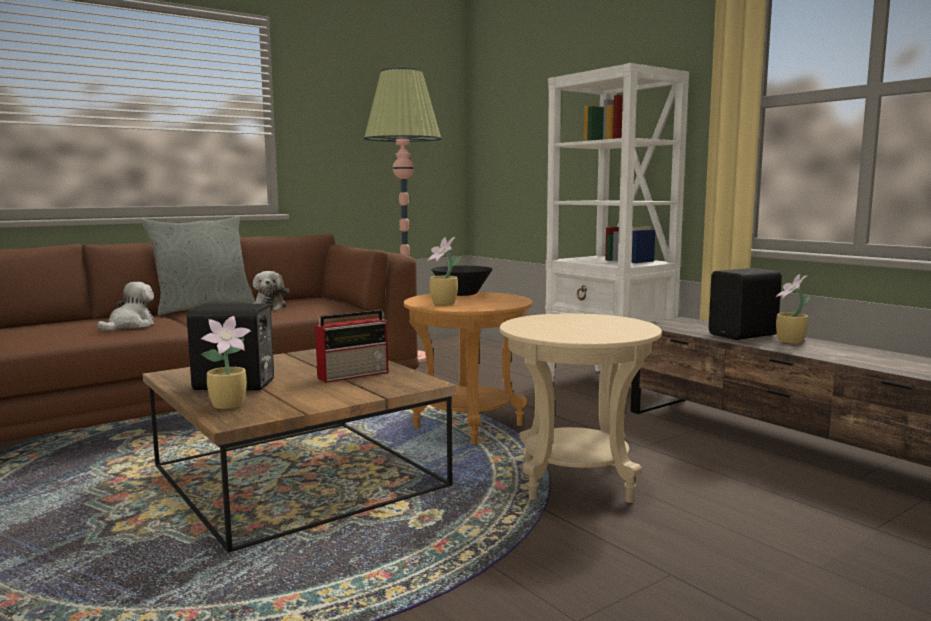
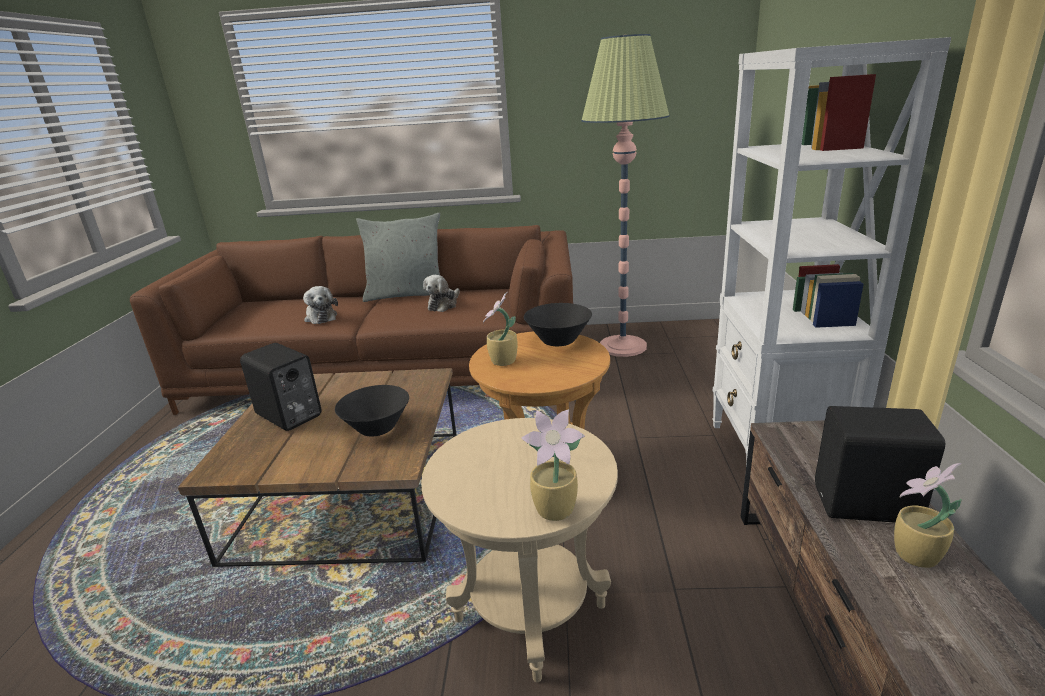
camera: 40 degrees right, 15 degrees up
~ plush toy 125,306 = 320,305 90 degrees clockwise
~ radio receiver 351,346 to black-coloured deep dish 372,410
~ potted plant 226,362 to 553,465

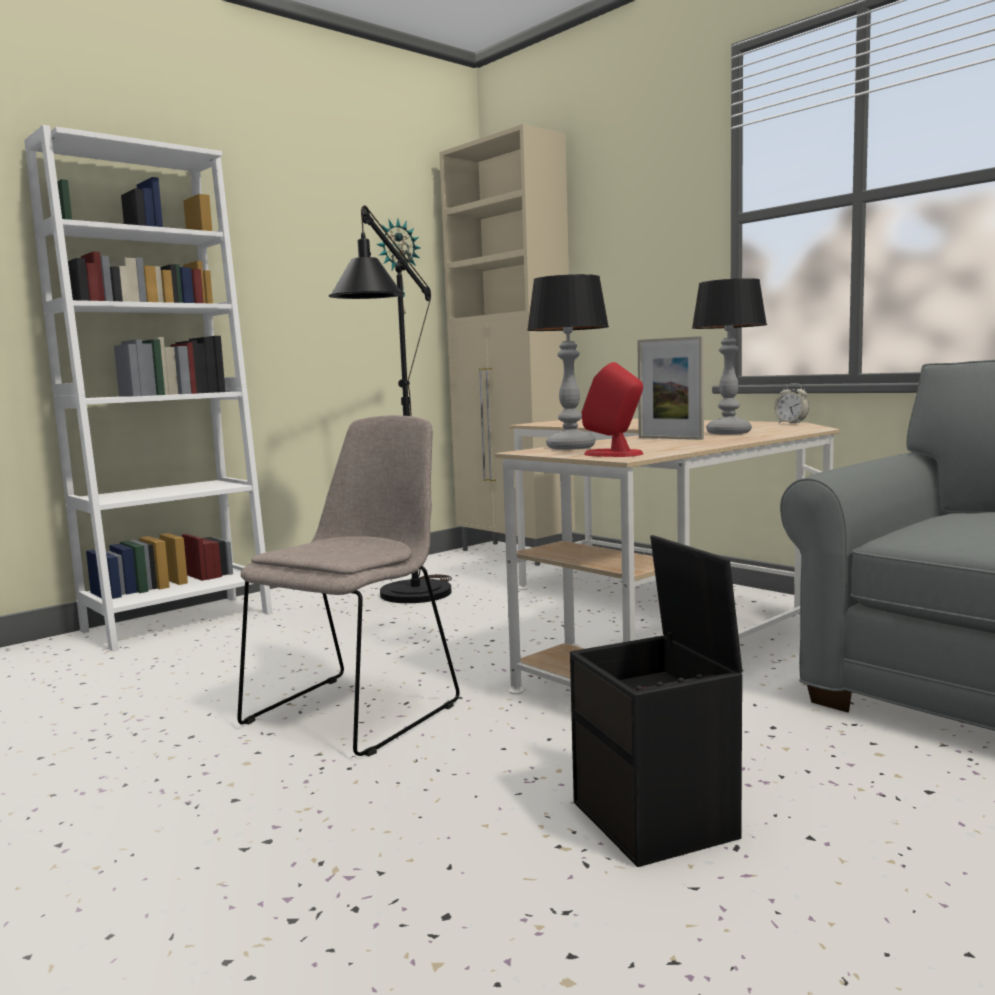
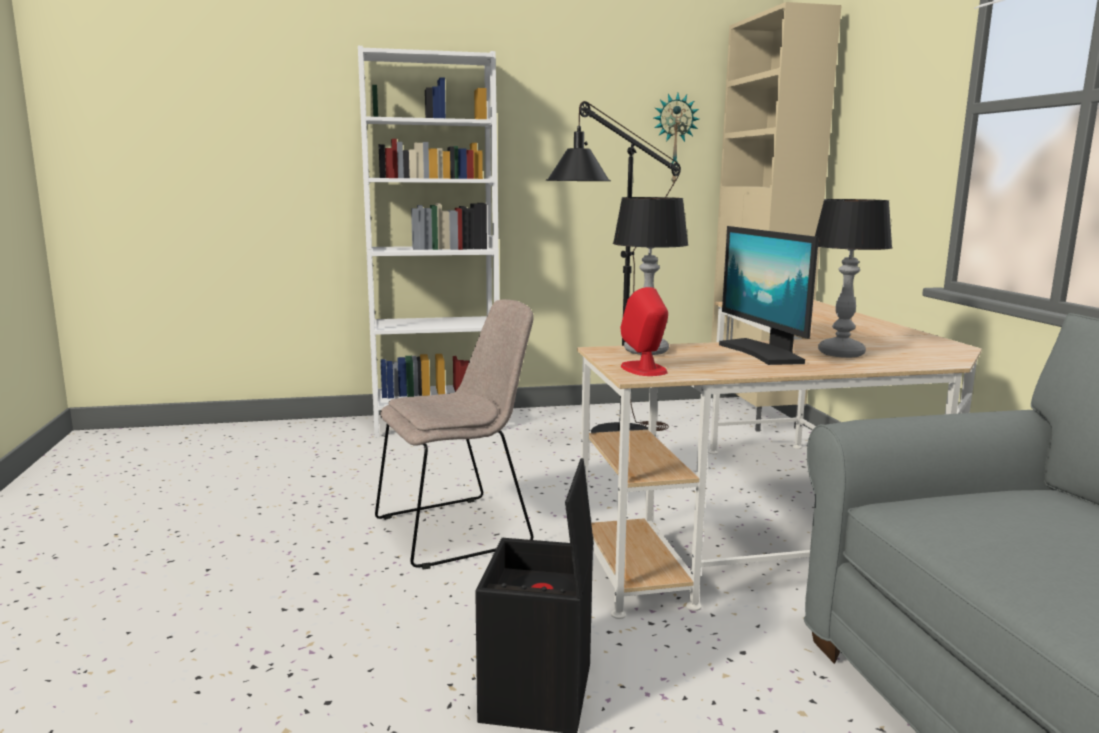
camera: 30 degrees right, 5 degrees up
~ standing frame 670,388 to monitor 769,295
- alarm clock 791,403

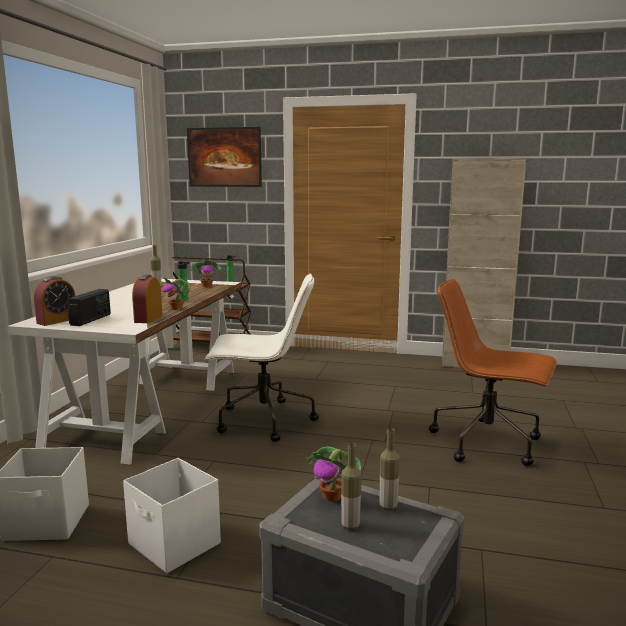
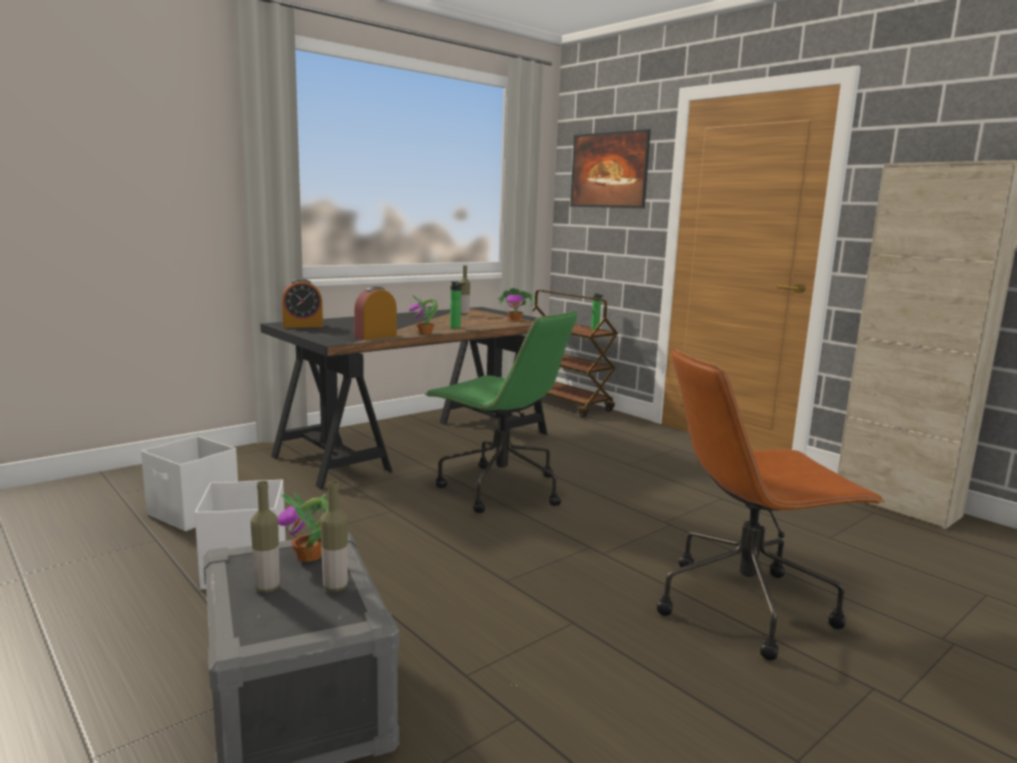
camera: 35 degrees right, 0 degrees up
~ white desk 124,372 to black-coloured desk 404,398
~ white office chair 262,358 to greenish office chair 500,411
~ brown-coloured office chair 493,372 = 771,504 75 degrees counterclockwise
- radio receiver 89,307

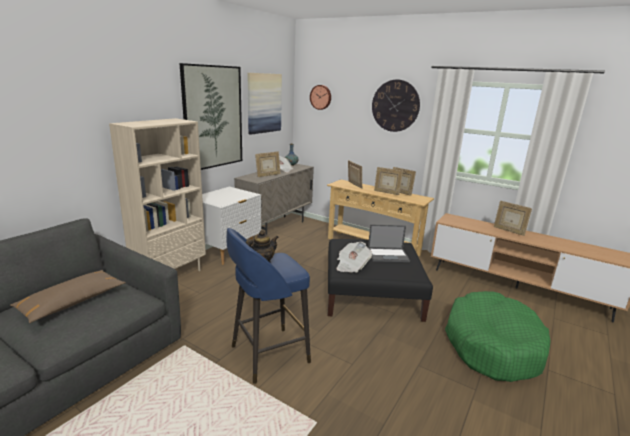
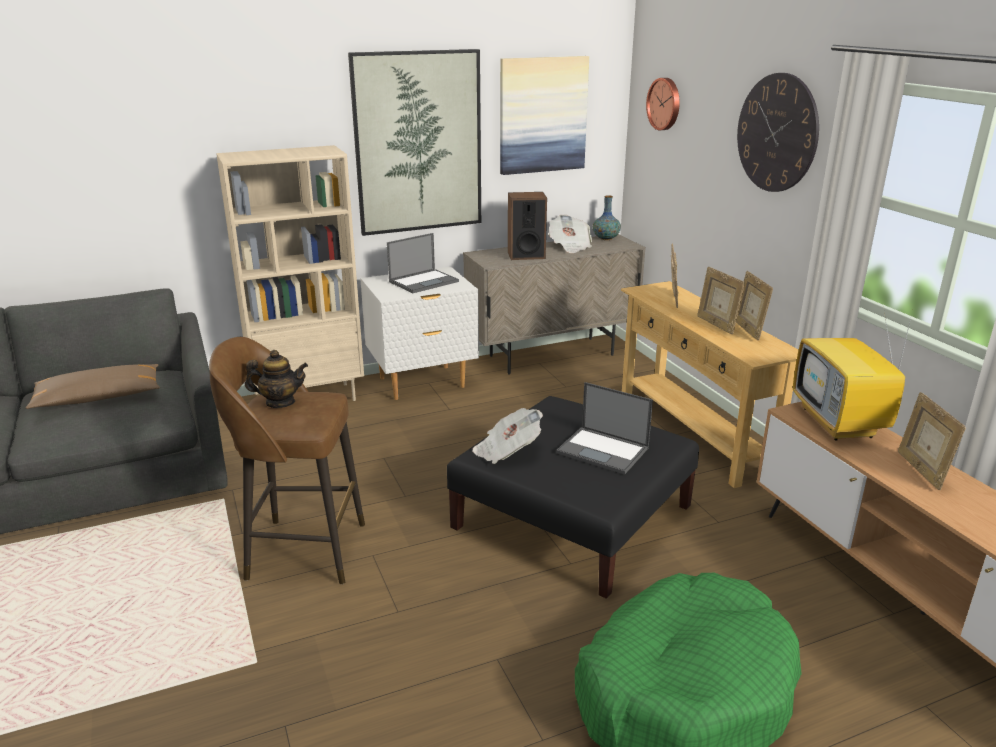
camera: 35 degrees right, 5 degrees up
~ bluish stool 268,306 to brown-coloured stool 287,460
+ notebook computer 423,263
~ standing frame 268,164 to loudspeaker 527,226
+ television 853,375

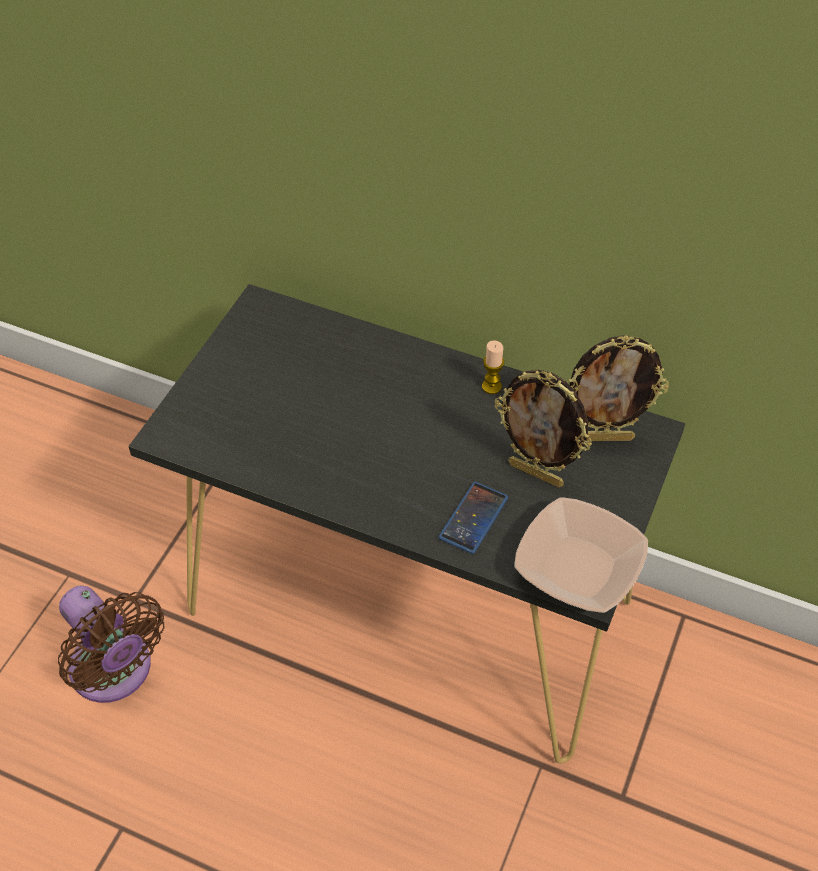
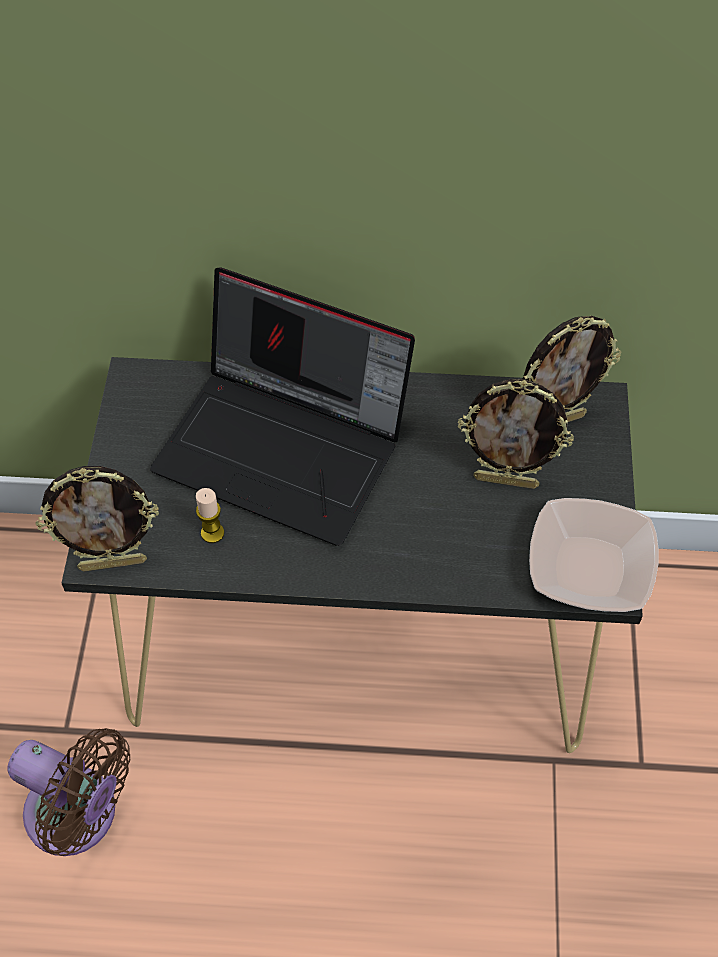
camera: 20 degrees left, 5 degrees up
+ standing frame 97,519
+ notebook computer 282,406
~ wax candle 493,367 to 210,515
- handset 473,518

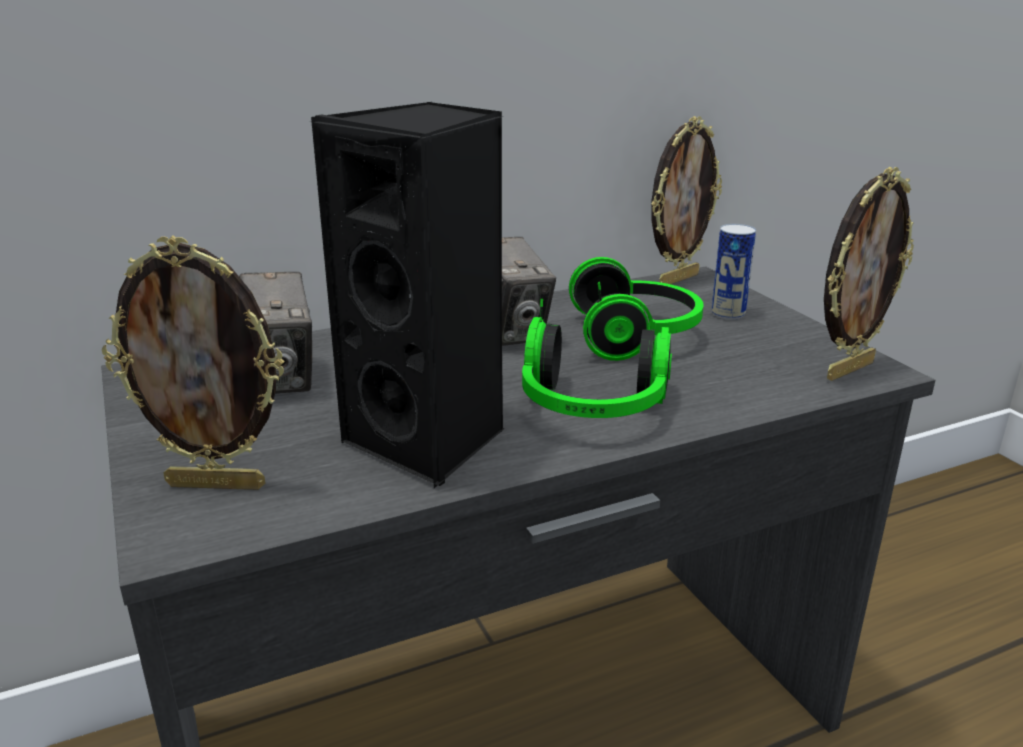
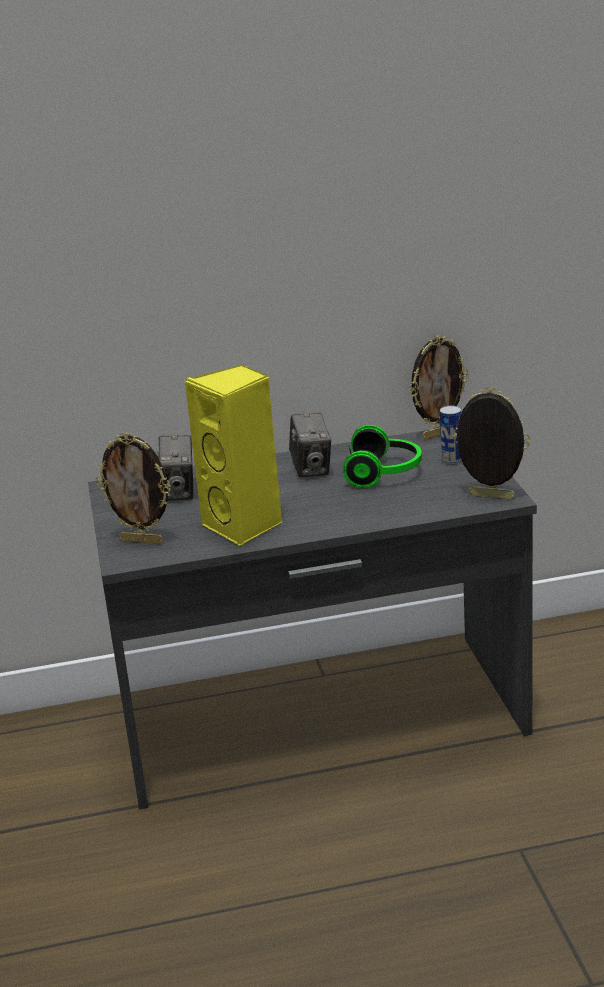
camera: 15 degrees right, 0 degrees up
~ black-coloured loudspeaker 408,295 to yellow loudspeaker 233,456
~ standing frame 869,274 = 491,443 135 degrees counterclockwise
- pair of headphones 597,358

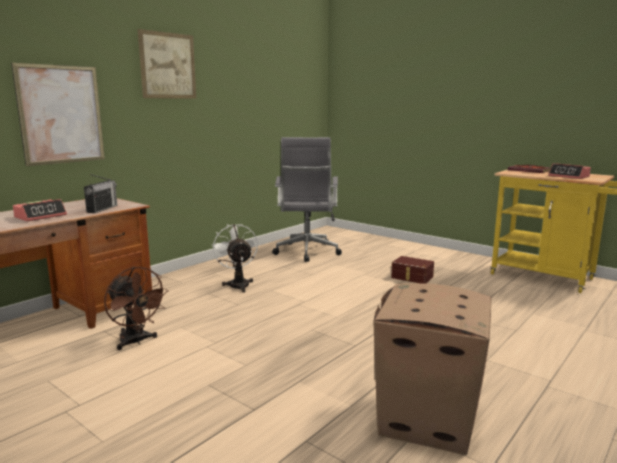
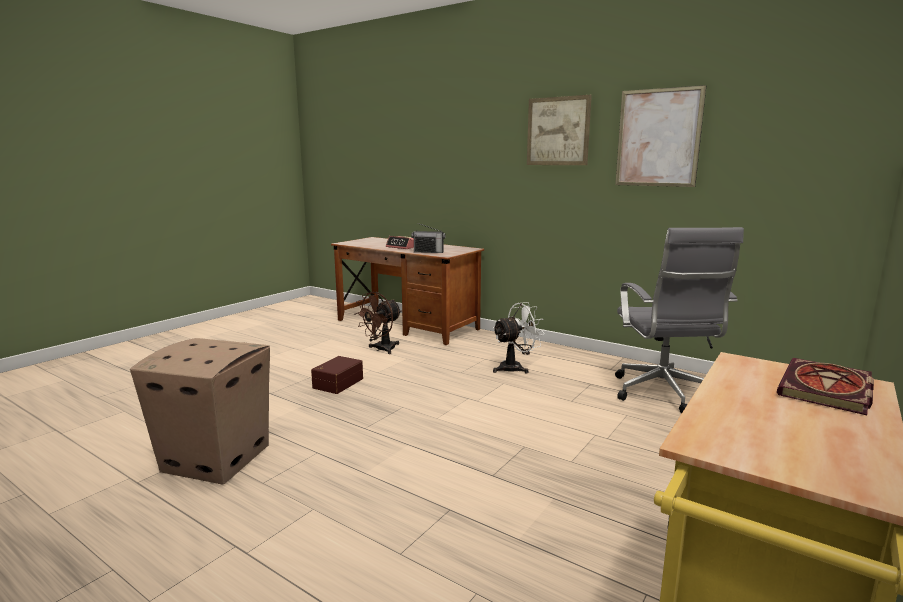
camera: 85 degrees right, 0 degrees up
~ brown-coloured storage container 412,269 to 337,375
~ wall art 58,114 to 660,136
~ gray office chair 307,199 = 679,320 90 degrees counterclockwise
- alarm clock 569,171

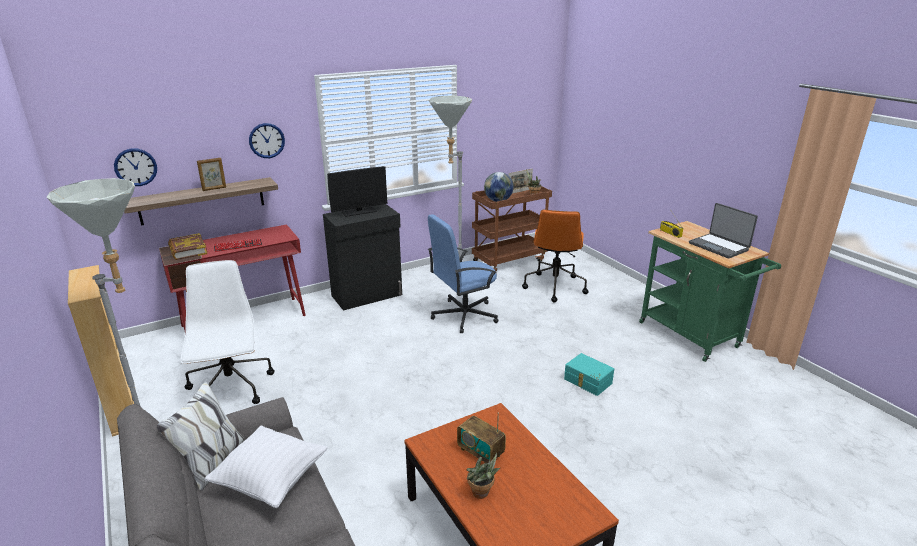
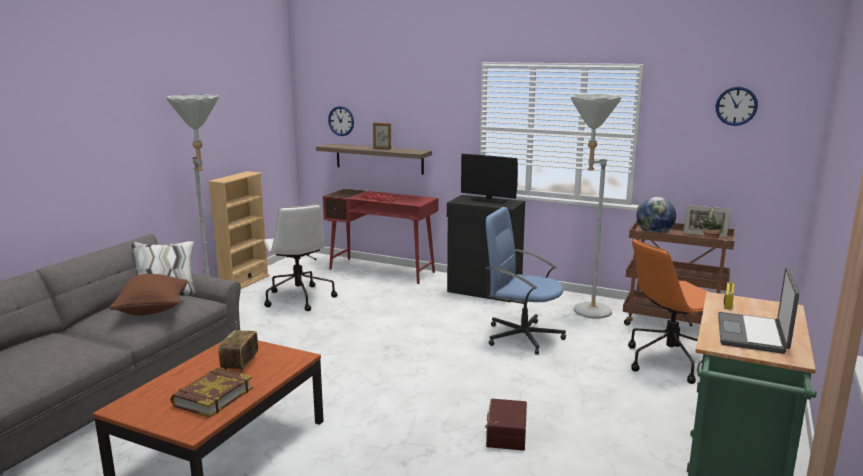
camera: 55 degrees right, 10 degrees down
~ white pillow 266,466 to brown-coloured pillow 149,295
~ bound book 187,246 to 211,393
~ white office chair 227,332 = 300,257 120 degrees clockwise
~ turquoise-coloured storage container 589,374 to brown-coloured storage container 506,425
~ wall clock 267,140 to 737,106
- potted plant 483,476

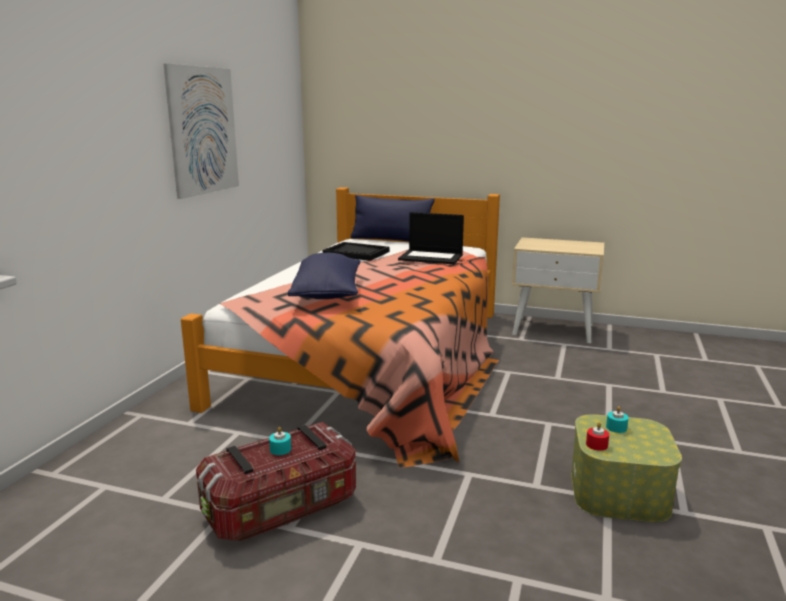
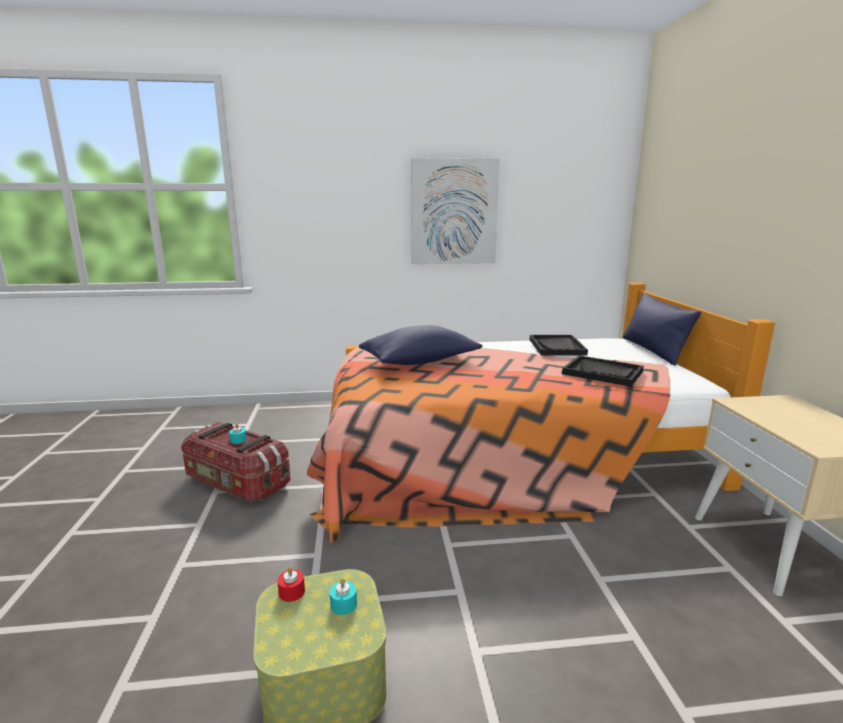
camera: 65 degrees right, 0 degrees up
~ notebook computer 431,238 to black-coloured tray 603,371

